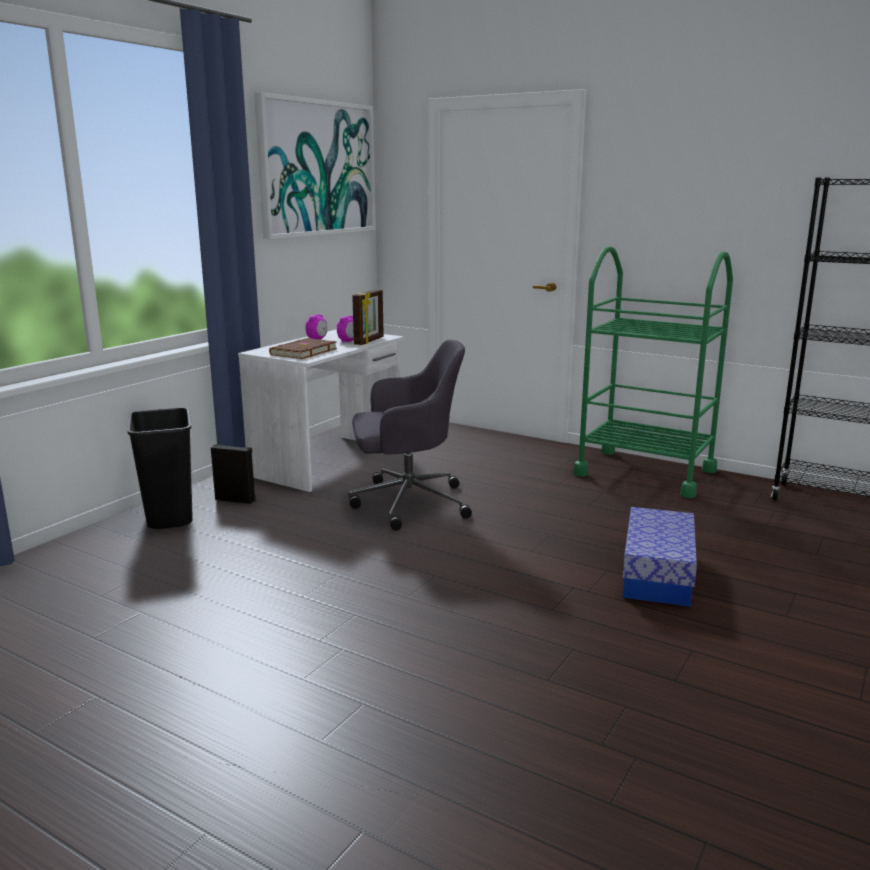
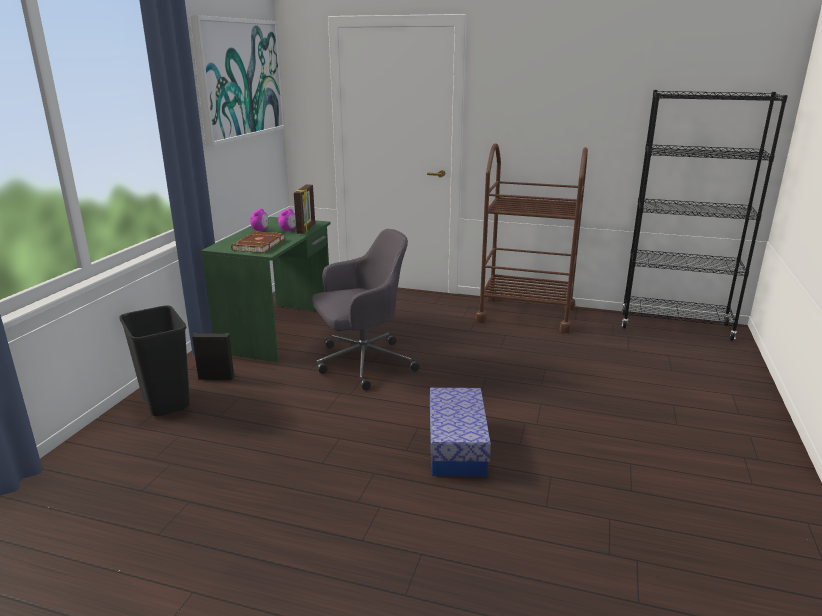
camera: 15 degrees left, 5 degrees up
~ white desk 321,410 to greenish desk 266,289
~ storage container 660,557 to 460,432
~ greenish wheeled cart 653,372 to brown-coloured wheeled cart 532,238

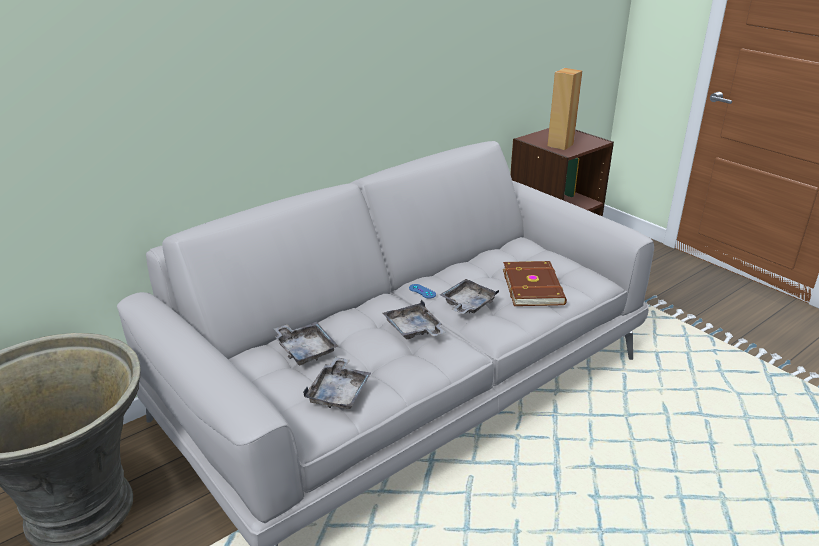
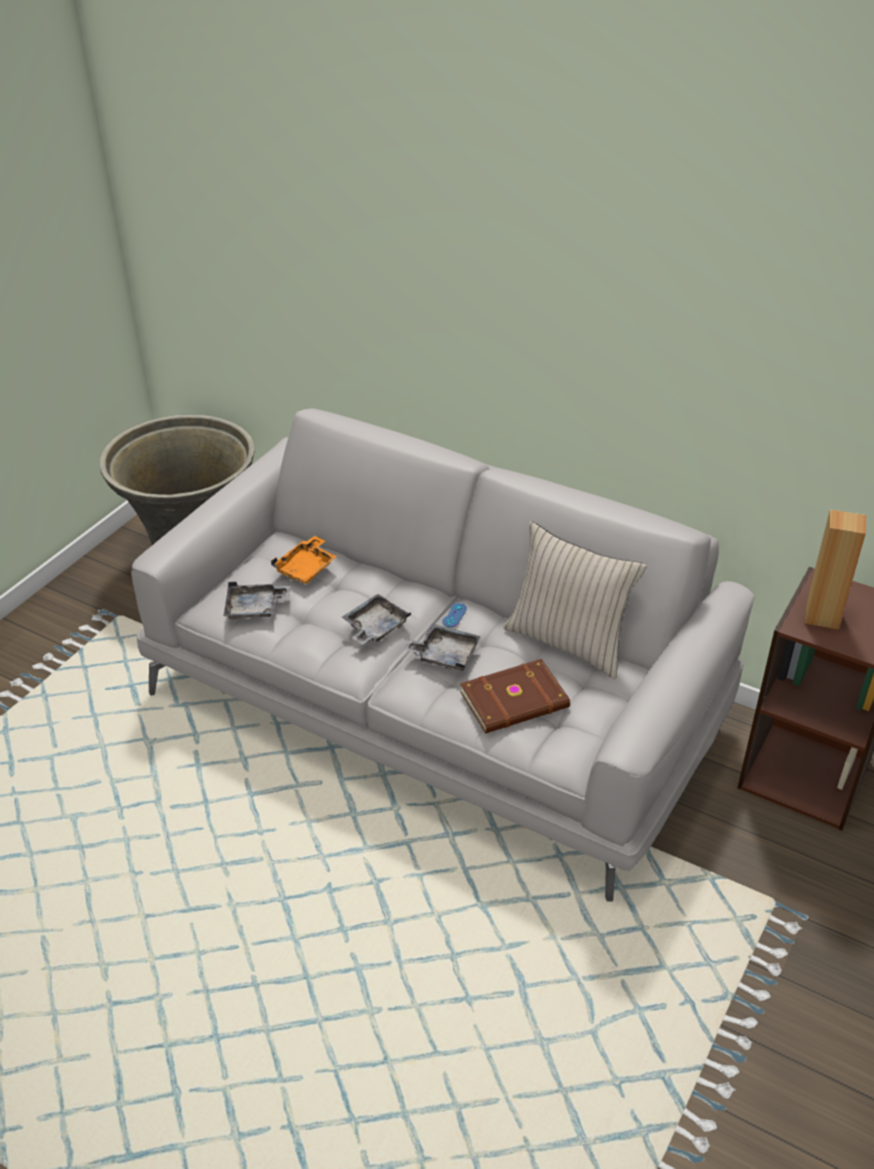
camera: 70 degrees right, 10 degrees up
~ gray tray 305,343 to orange-coloured tray 304,560
+ beige pillow 575,600

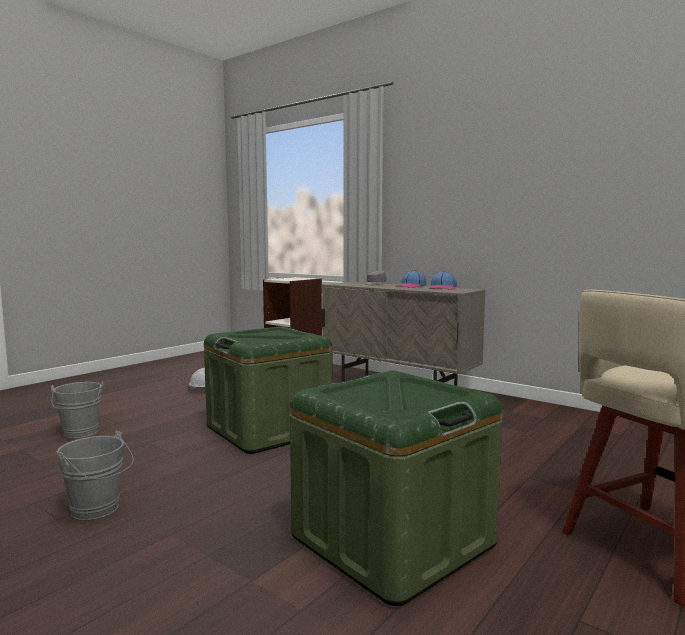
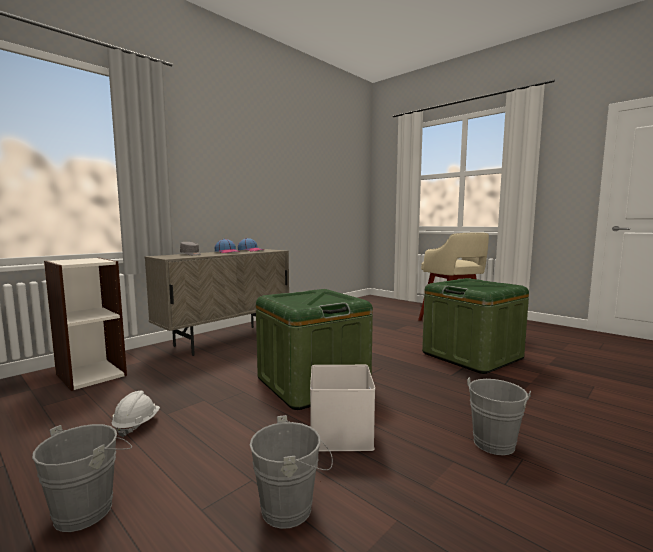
camera: 85 degrees left, 0 degrees up
+ gray bucket 82,478
+ white storage container 342,408

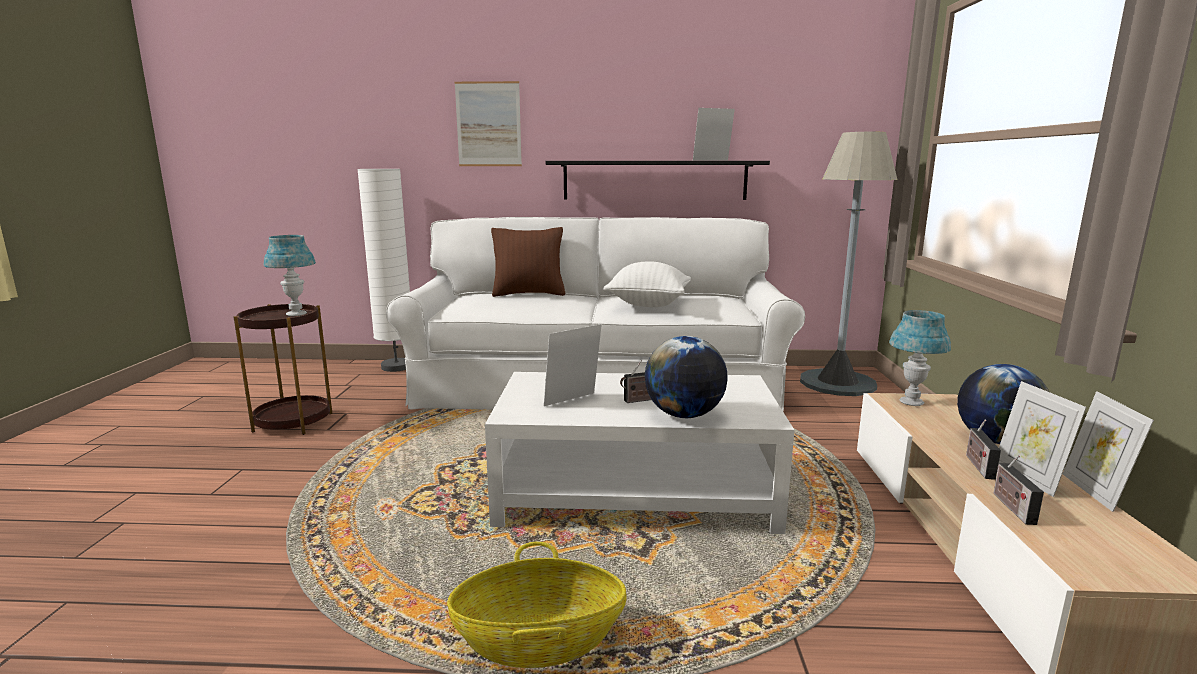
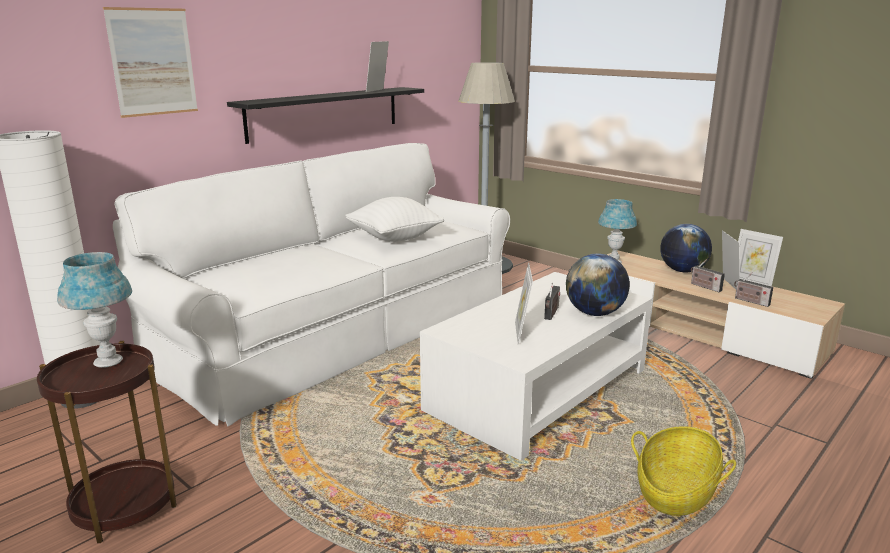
camera: 50 degrees left, 5 degrees up
~ standing frame 1042,439 = 731,259 120 degrees counterclockwise
- brown-coloured pillow 528,262

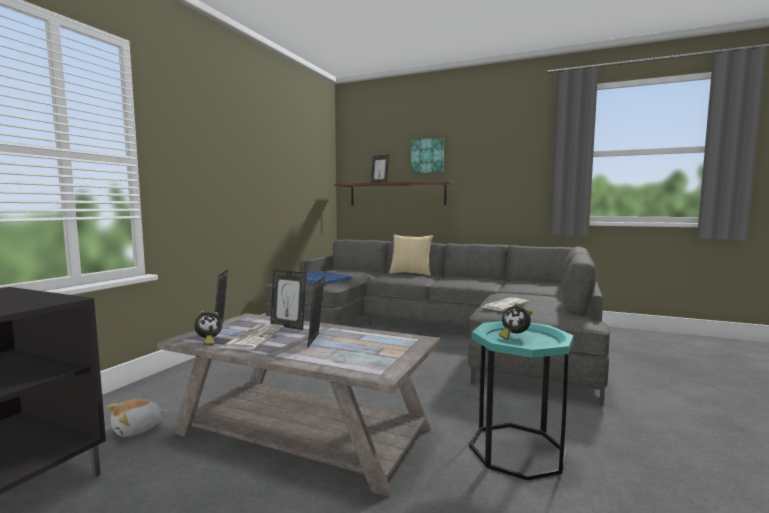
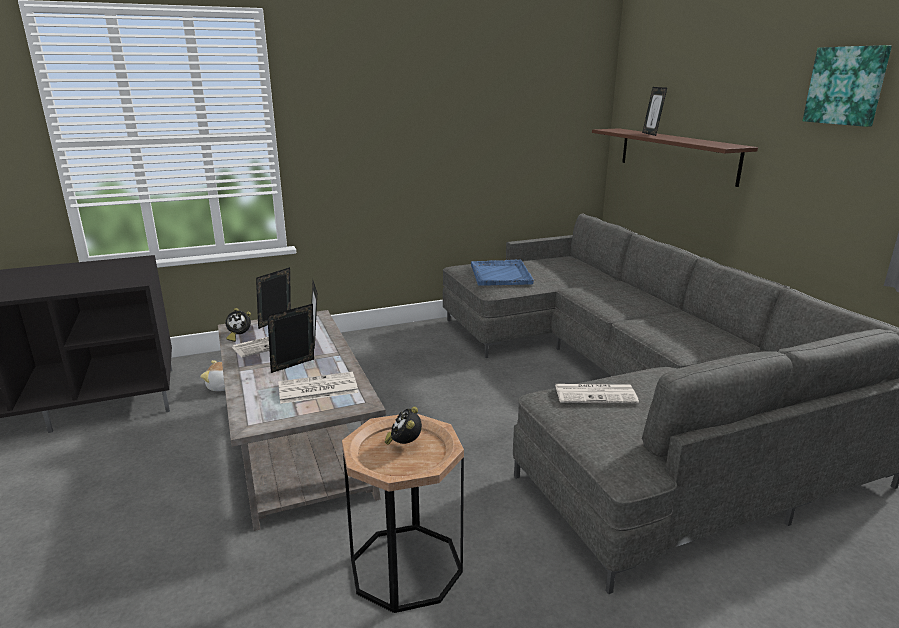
camera: 45 degrees right, 15 degrees up
+ newspaper 318,388
~ turquoise-coloured accent table 521,400 to brown-coloured accent table 403,513
~ wall art 427,156 to 847,86
- pillow 411,255

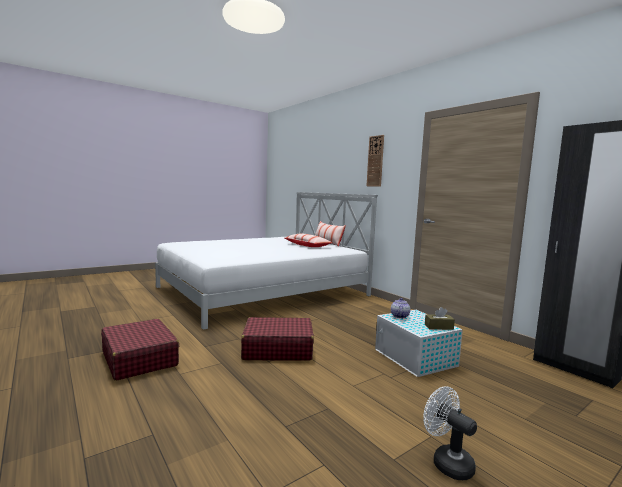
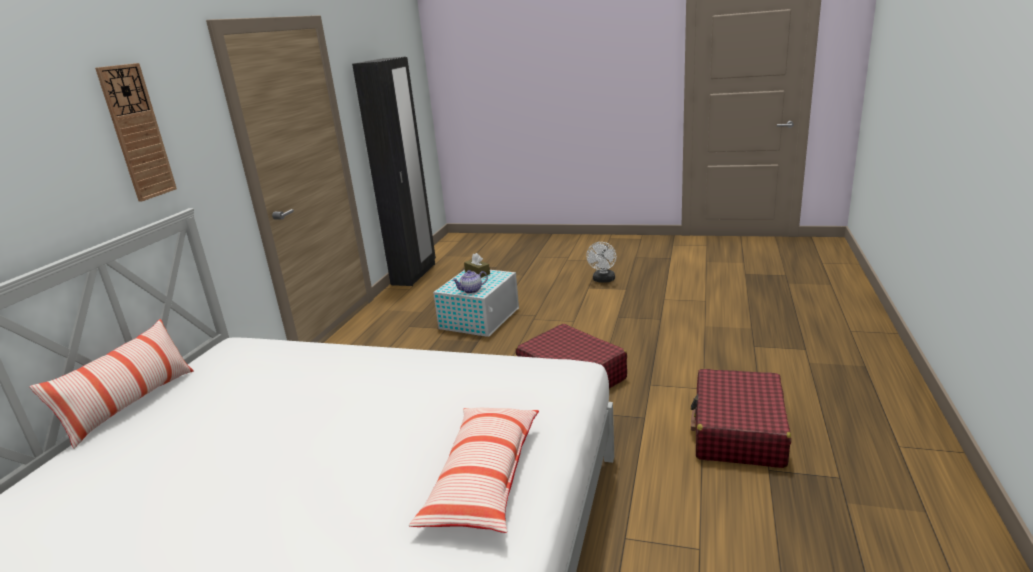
camera: 125 degrees left, 15 degrees up
~ pillow 308,240 to 474,470

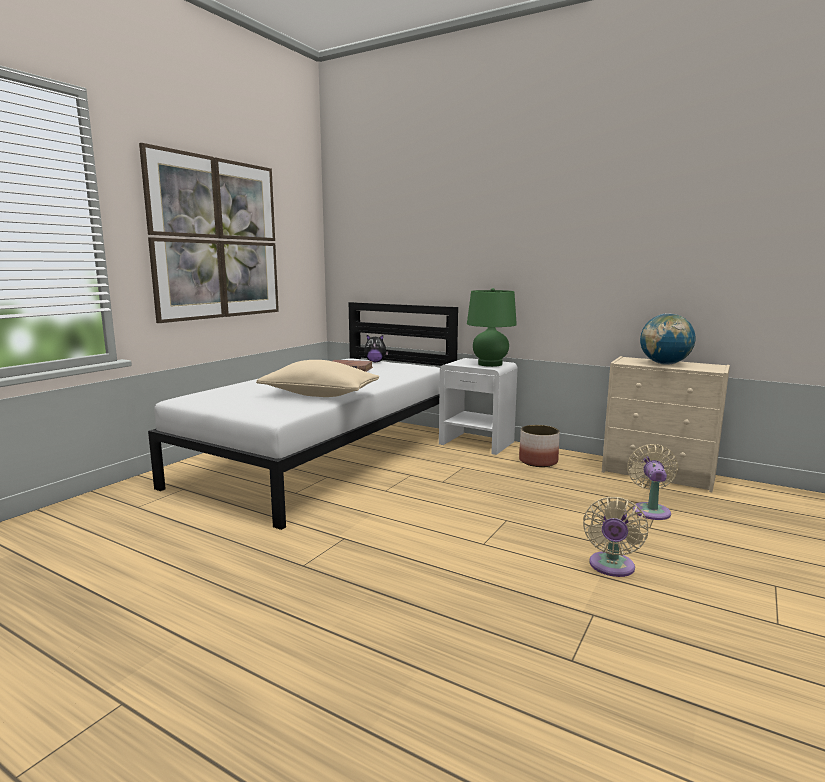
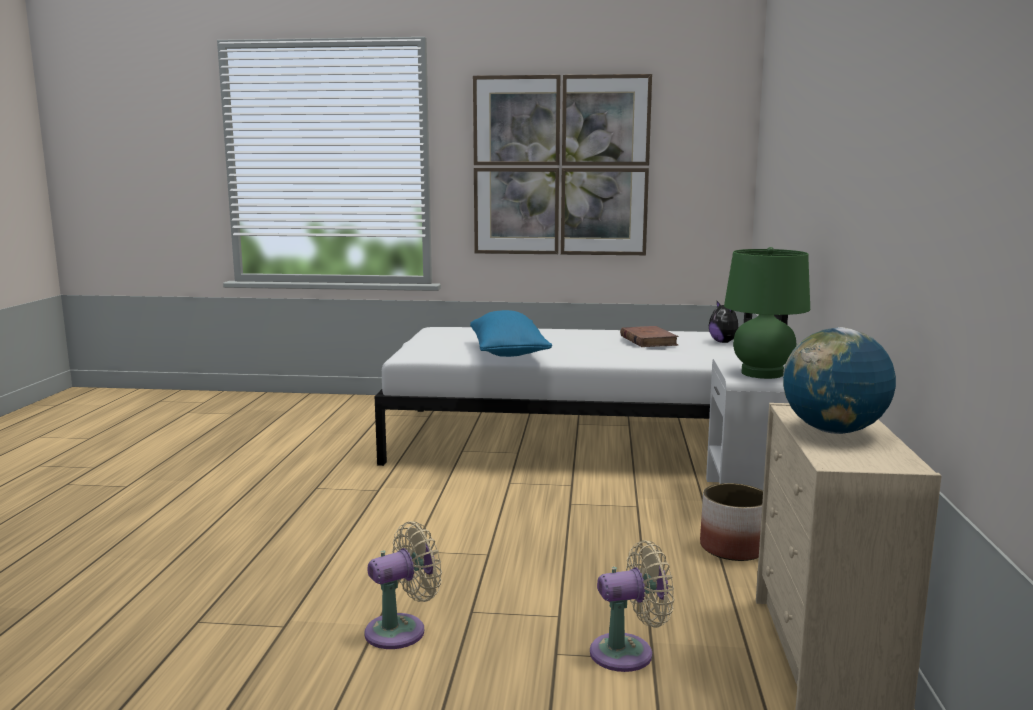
camera: 65 degrees right, 0 degrees up
~ beige electric fan 615,537 = 403,585 150 degrees clockwise
~ beige pillow 317,378 to bluish pillow 511,333

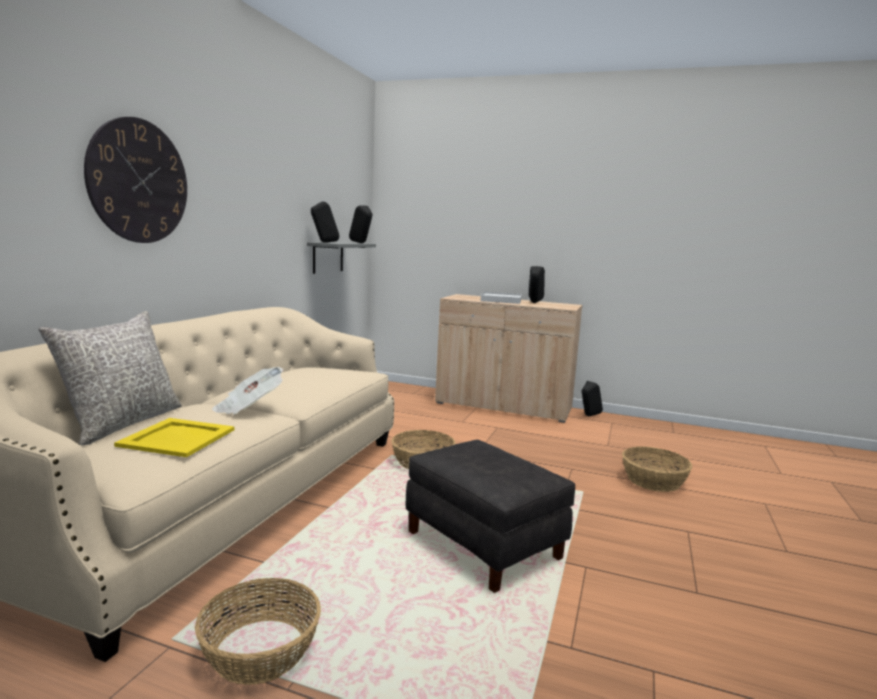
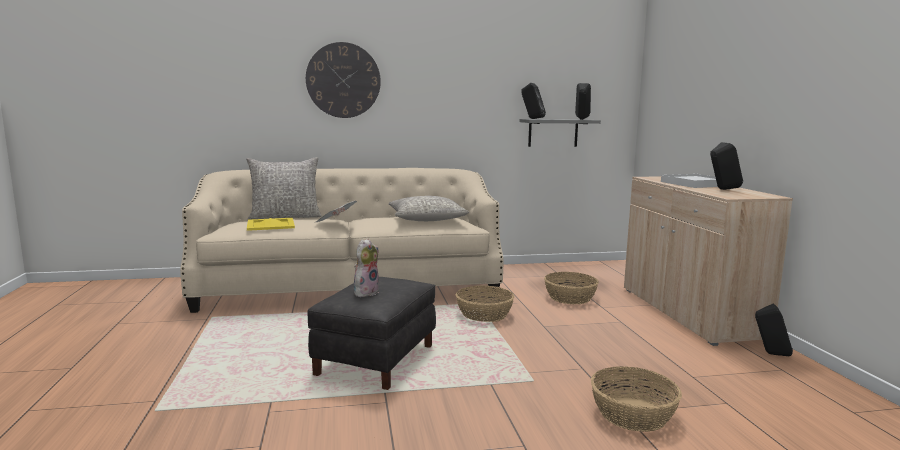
camera: 60 degrees right, 0 degrees up
+ plush toy 366,267
+ gray pillow 429,208
~ storage basket 258,631 to 571,288

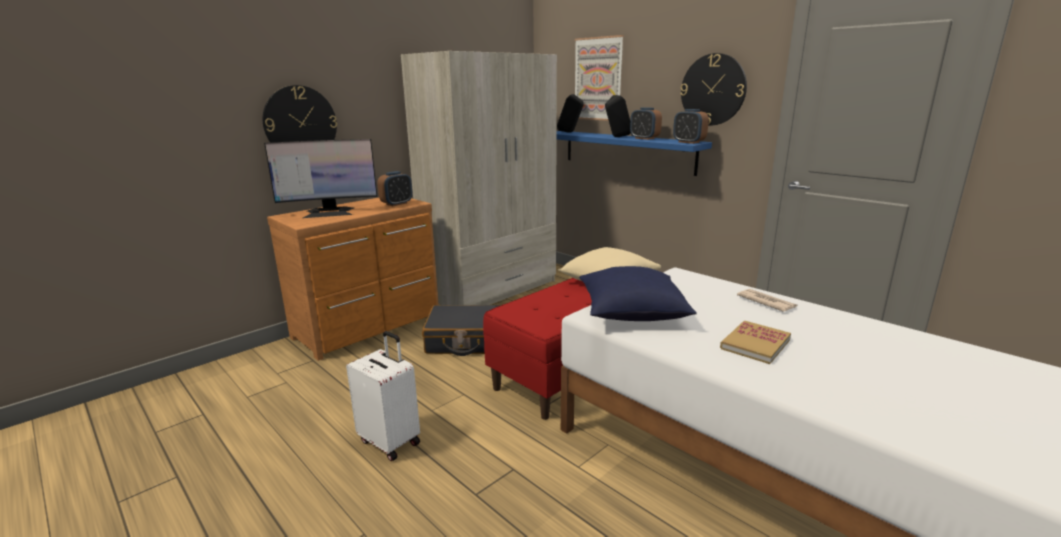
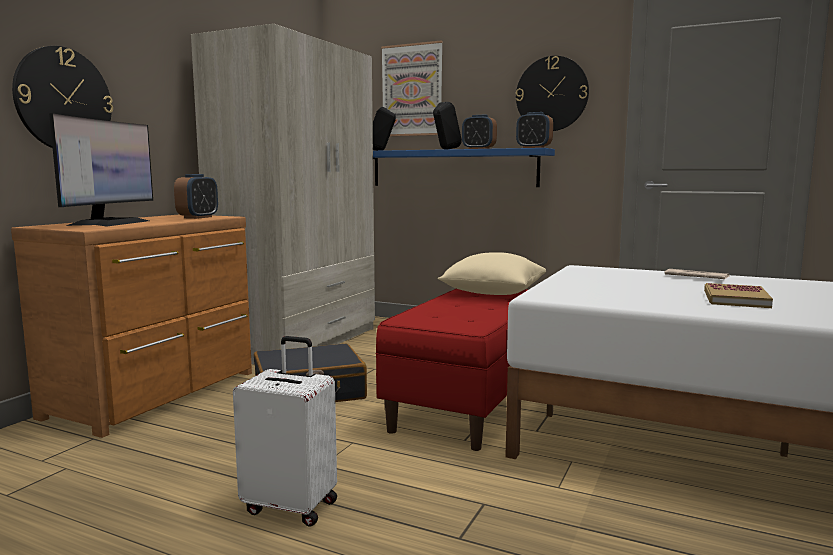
camera: 20 degrees left, 10 degrees down
~ monitor 320,178 = 101,169 45 degrees counterclockwise
- bluish pillow 638,293

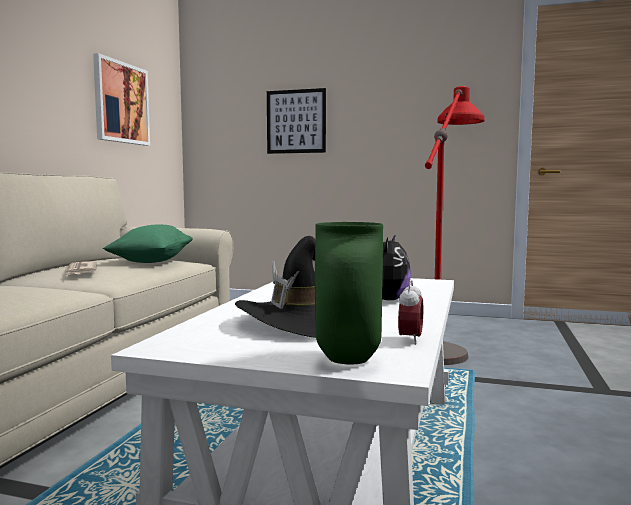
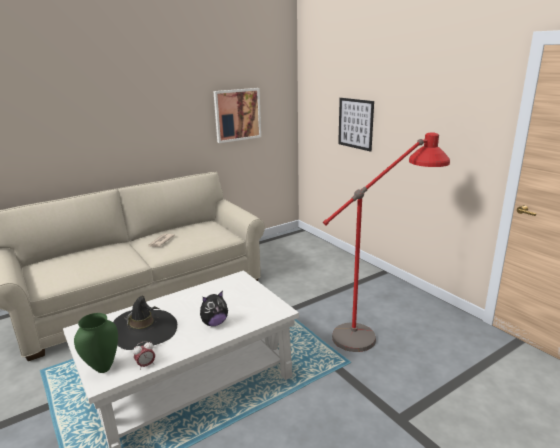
camera: 40 degrees right, 15 degrees up
- greenish pillow 148,244

